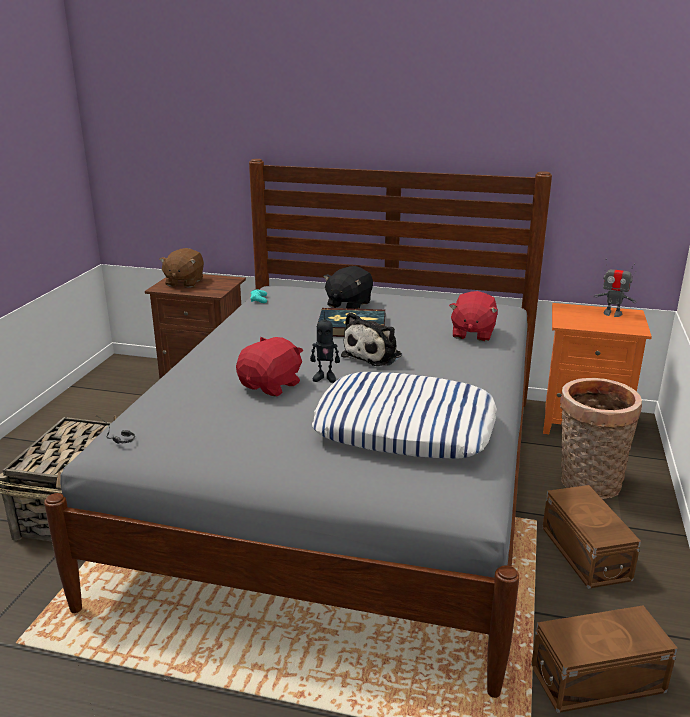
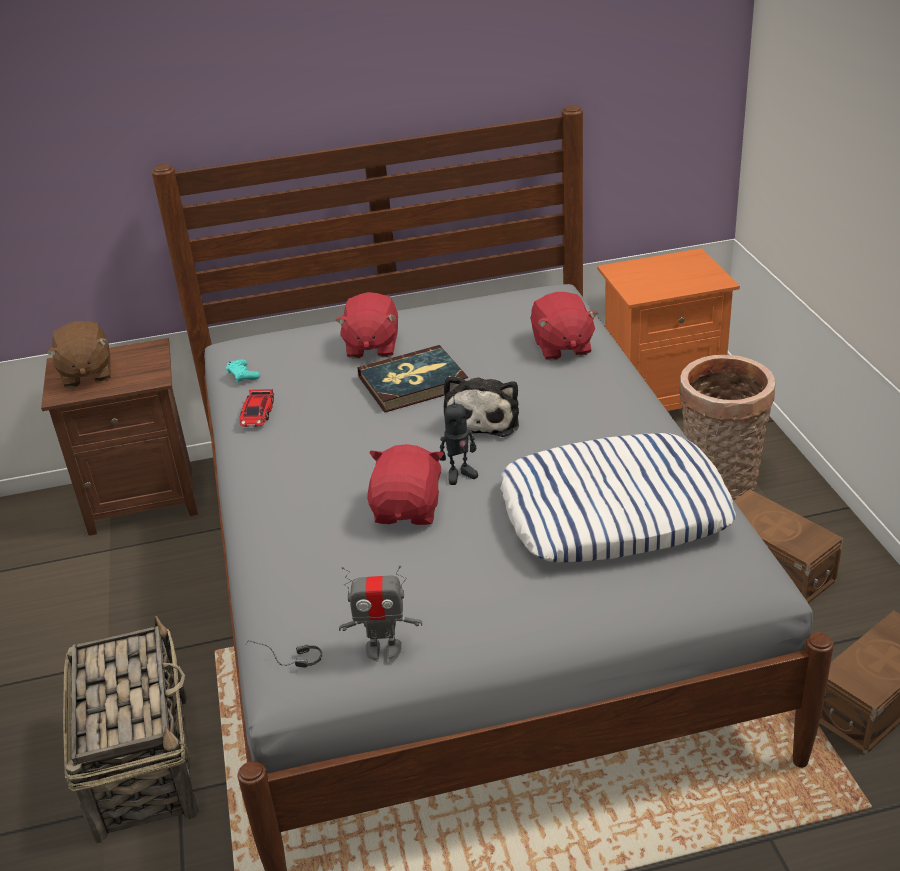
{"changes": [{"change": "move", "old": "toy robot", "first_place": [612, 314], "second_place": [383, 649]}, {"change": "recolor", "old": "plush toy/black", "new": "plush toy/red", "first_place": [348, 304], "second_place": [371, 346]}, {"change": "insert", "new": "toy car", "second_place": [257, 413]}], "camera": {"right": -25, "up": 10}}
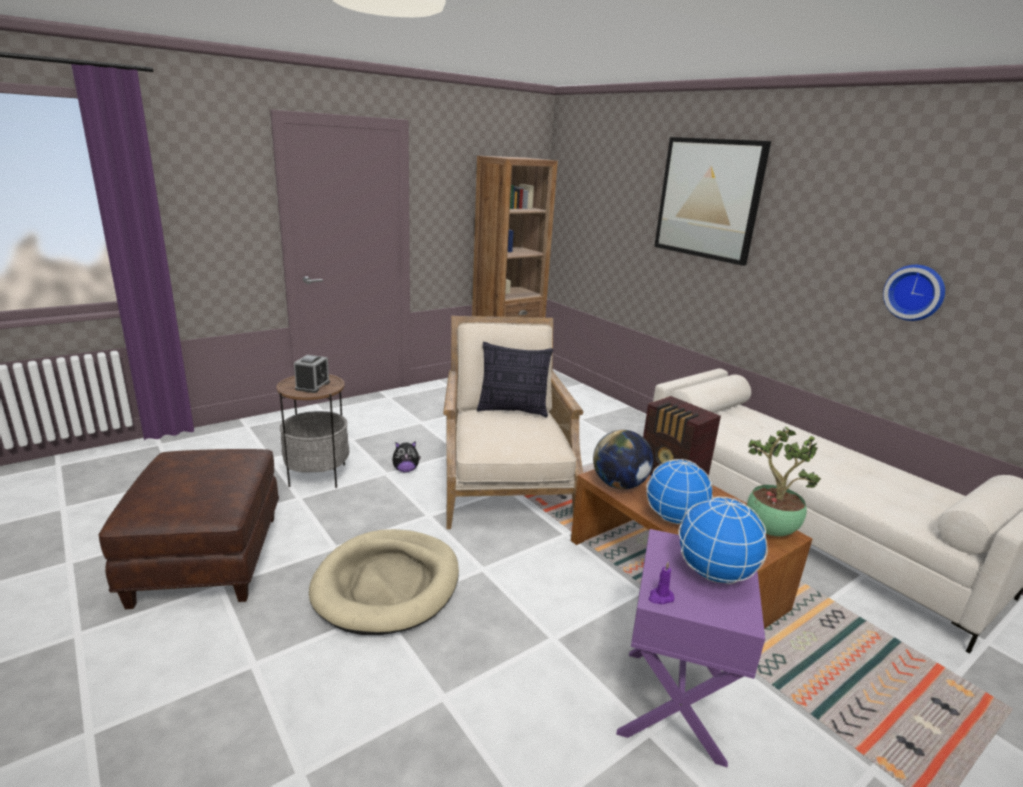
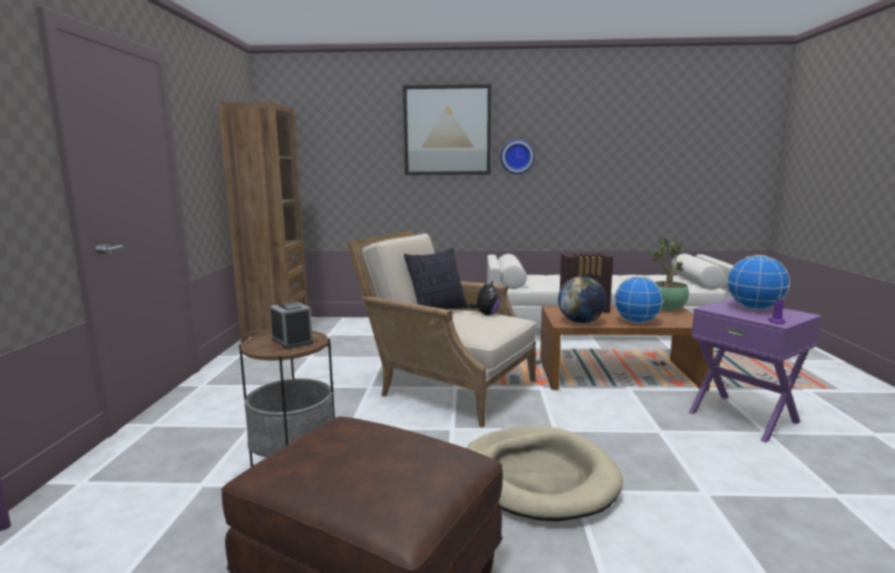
{"changes": [{"change": "move", "old": "wall clock", "first_place": [915, 292], "second_place": [517, 157]}, {"change": "move", "old": "plush toy", "first_place": [406, 470], "second_place": [486, 314]}], "camera": {"right": -50, "up": -10}}
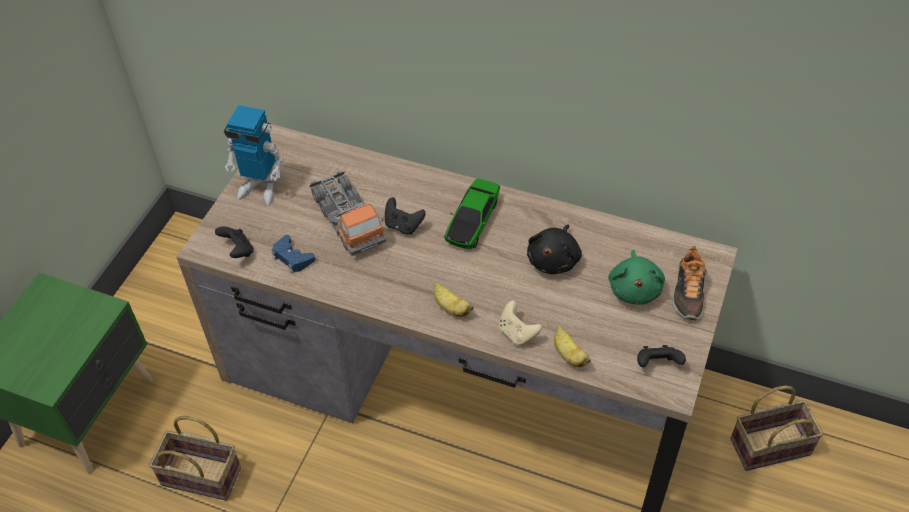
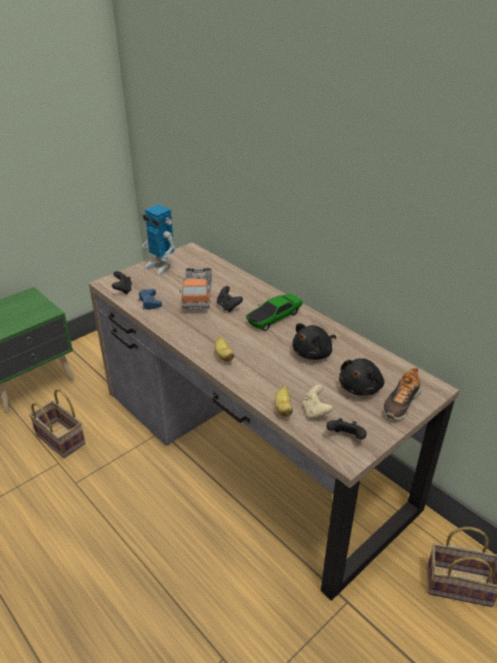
{"changes": [{"change": "recolor", "old": "plush toy/green", "new": "plush toy/black", "first_place": [635, 288], "second_place": [361, 387]}, {"change": "move", "old": "game controller/beige", "first_place": [517, 333], "second_place": [315, 411]}], "camera": {"right": 25, "up": -15}}
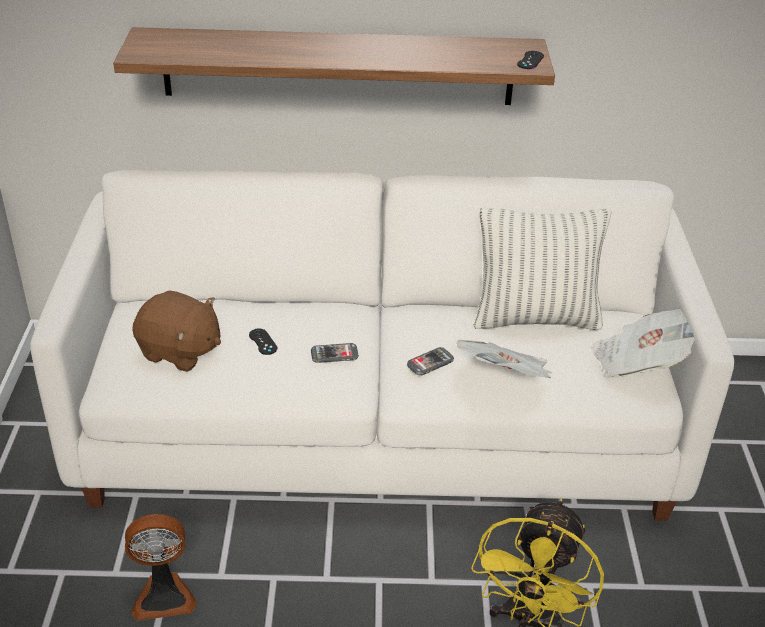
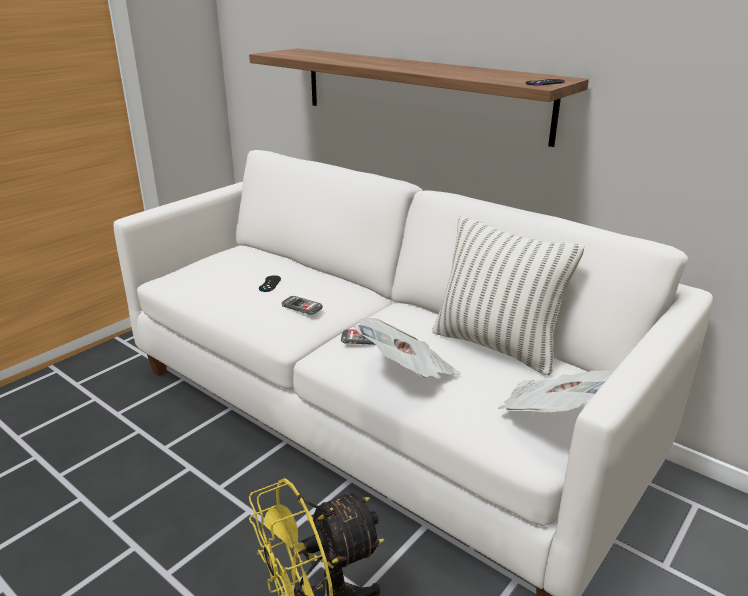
{"changes": [{"change": "delete", "old": "plush toy/brown", "first_place": [180, 351]}, {"change": "delete", "old": "fan", "first_place": [164, 595]}], "camera": {"right": 40, "up": -10}}
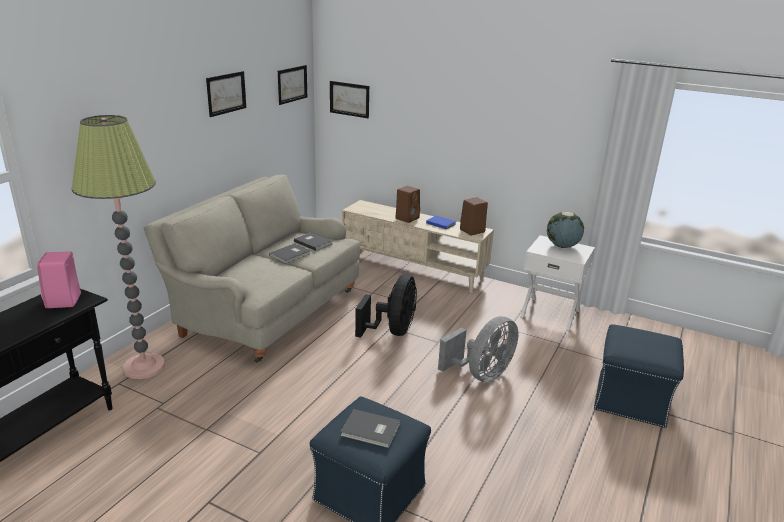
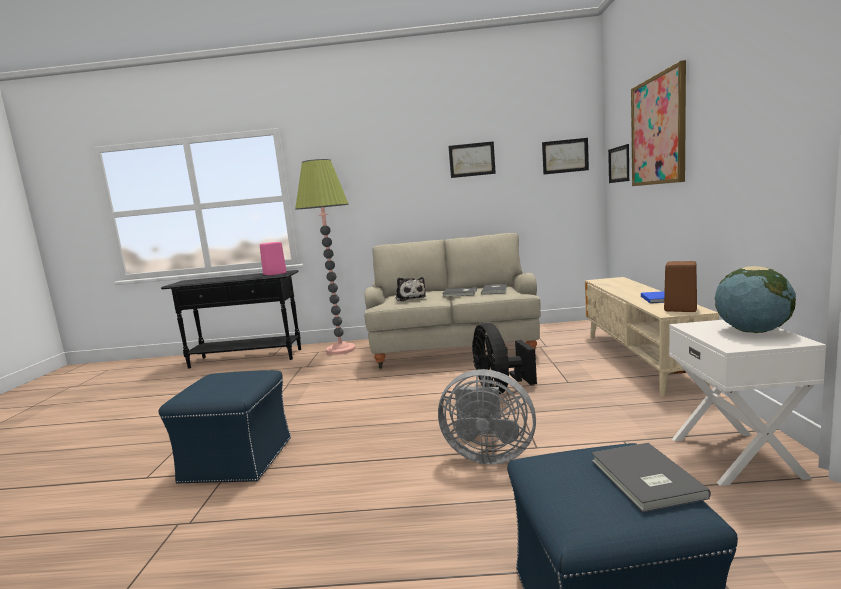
{"changes": [{"change": "delete", "old": "speaker/brown", "first_place": [407, 218]}, {"change": "rotate", "old": "fan/black", "first_place": [392, 331], "second_place": [500, 390], "degrees": 90}, {"change": "move", "old": "book/grey", "first_place": [371, 431], "second_place": [644, 479]}, {"change": "insert", "new": "picture", "second_place": [658, 131]}, {"change": "insert", "new": "plush toy", "second_place": [410, 298]}], "camera": {"right": 65, "up": -15}}
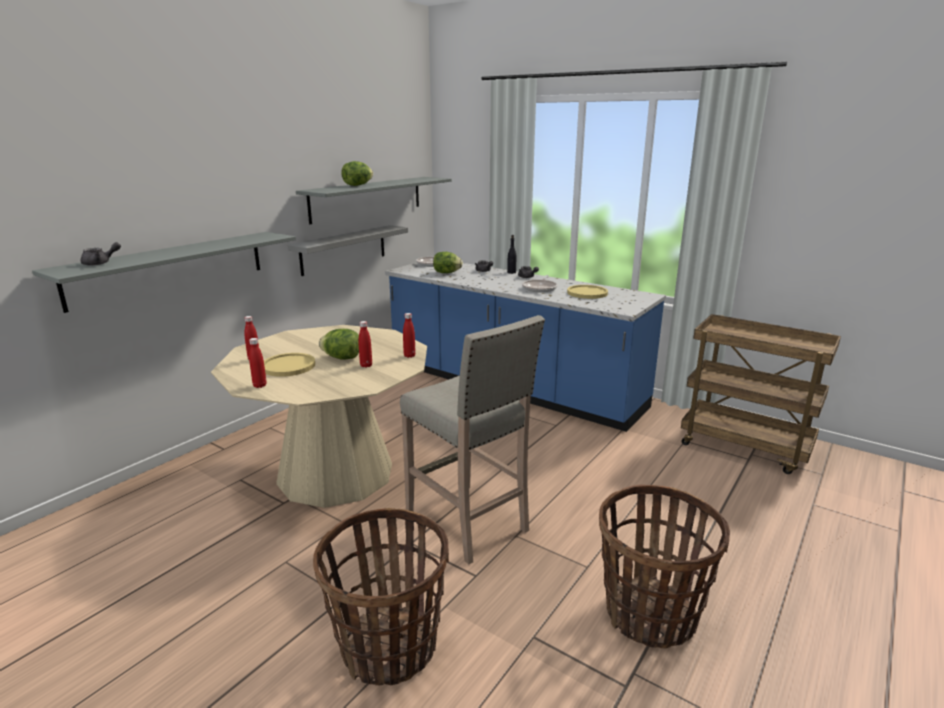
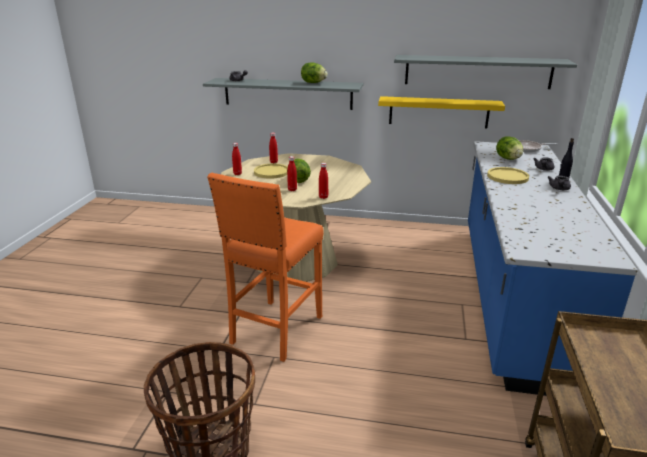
{"changes": [{"change": "move", "old": "lettuce", "first_place": [357, 185], "second_place": [313, 83]}, {"change": "recolor", "old": "shelf/grey", "new": "shelf/yellow", "first_place": [344, 249], "second_place": [438, 112]}, {"change": "delete", "old": "frying pan", "first_place": [540, 288]}, {"change": "move", "old": "plate/yellow", "first_place": [587, 293], "second_place": [507, 177]}, {"change": "recolor", "old": "stool/beige", "new": "stool/orange", "first_place": [468, 523], "second_place": [275, 330]}, {"change": "delete", "old": "basket", "first_place": [389, 648]}], "camera": {"right": 65, "up": 5}}
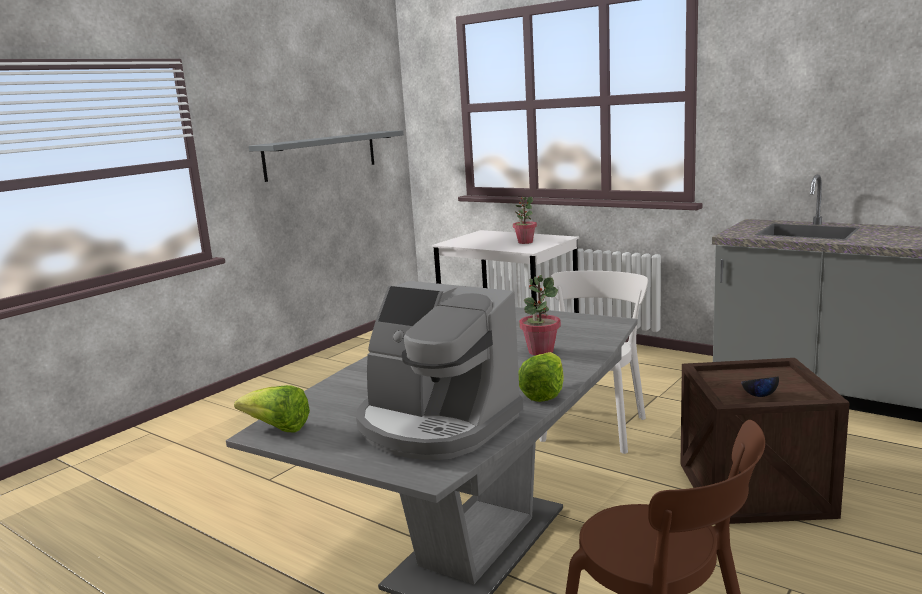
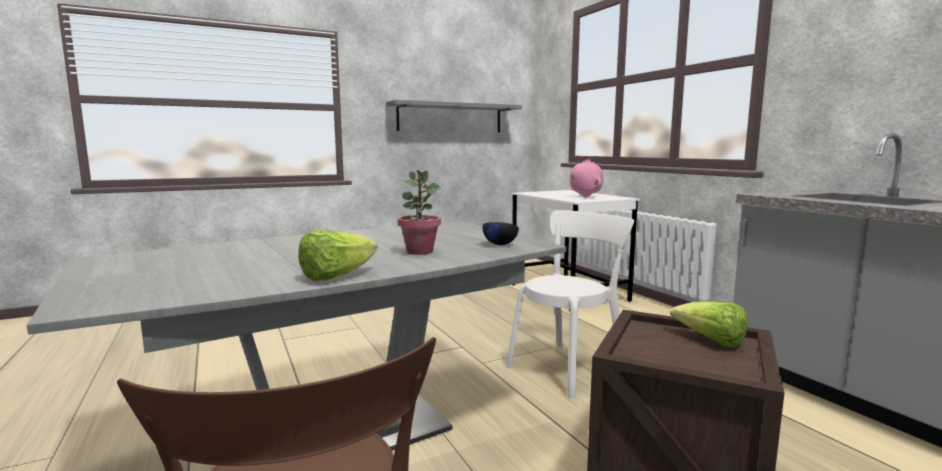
{"changes": [{"change": "replace", "old": "potted plant", "new": "vase/pink", "first_place": [525, 242], "second_place": [585, 197]}, {"change": "delete", "old": "coffee machine", "first_place": [435, 425]}, {"change": "move", "old": "bowl/black", "first_place": [759, 395], "second_place": [500, 245]}, {"change": "move", "old": "lettuce", "first_place": [278, 429], "second_place": [711, 341]}], "camera": {"right": 25, "up": -5}}
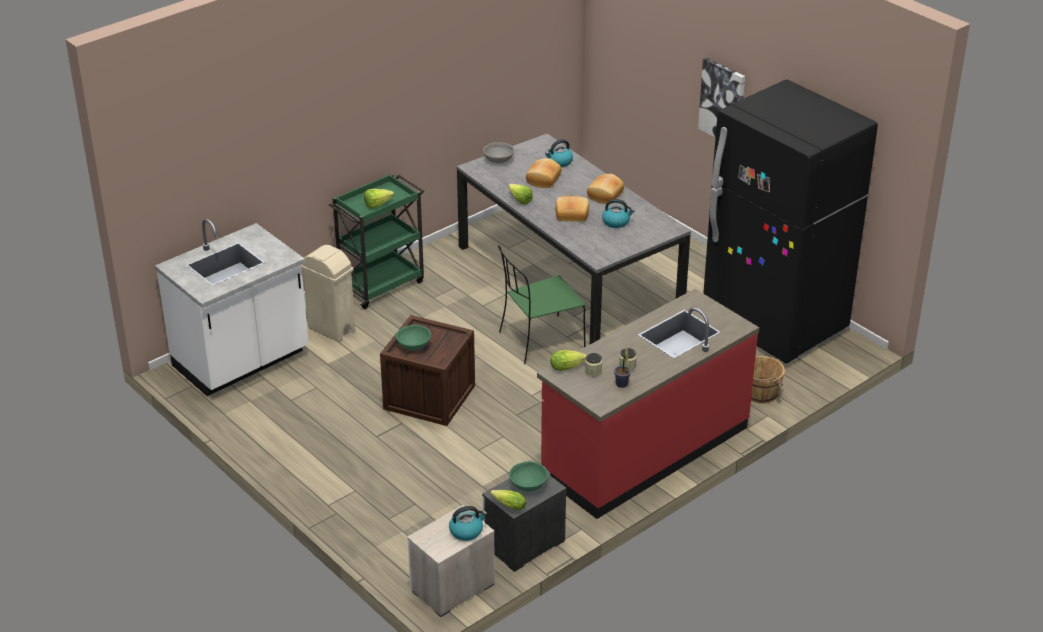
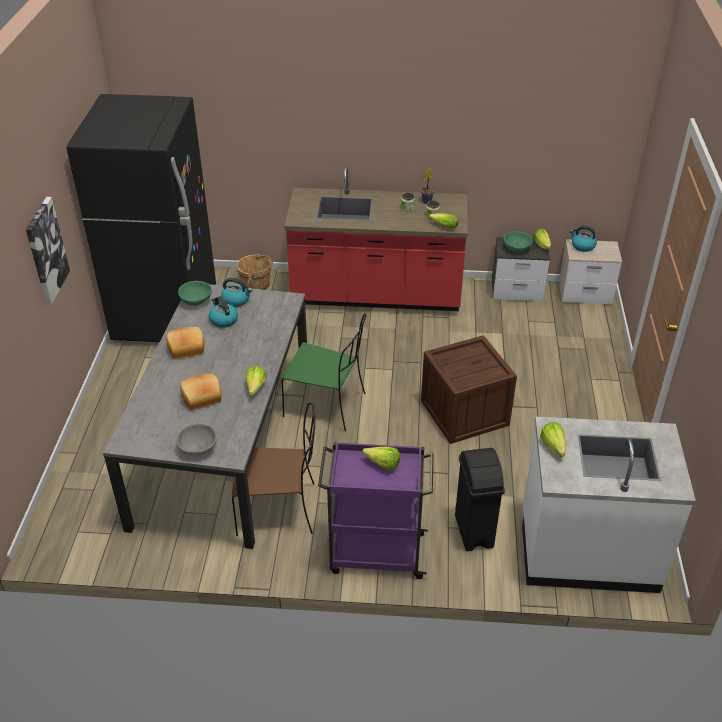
{"changes": [{"change": "move", "old": "kettle", "first_place": [559, 162], "second_place": [236, 300]}, {"change": "recolor", "old": "cart/green", "new": "cart/purple", "first_place": [381, 284], "second_place": [375, 553]}, {"change": "delete", "old": "bread", "first_place": [572, 214]}, {"change": "recolor", "old": "trash can/beige", "new": "trash can/black", "first_place": [331, 329], "second_place": [473, 532]}, {"change": "move", "old": "bowl/green", "first_place": [413, 345], "second_place": [196, 301]}, {"change": "insert", "new": "chair/brown", "second_place": [279, 509]}, {"change": "insert", "new": "lettuce", "second_place": [553, 449]}], "camera": {"right": -135, "up": 5}}
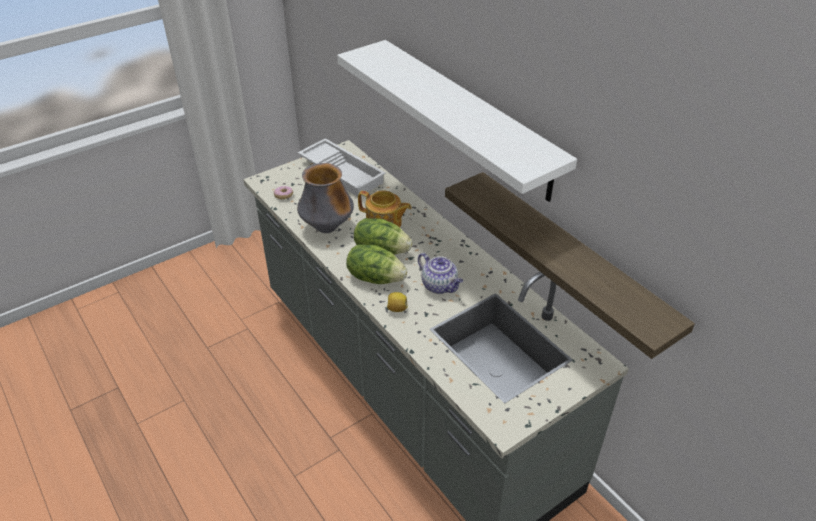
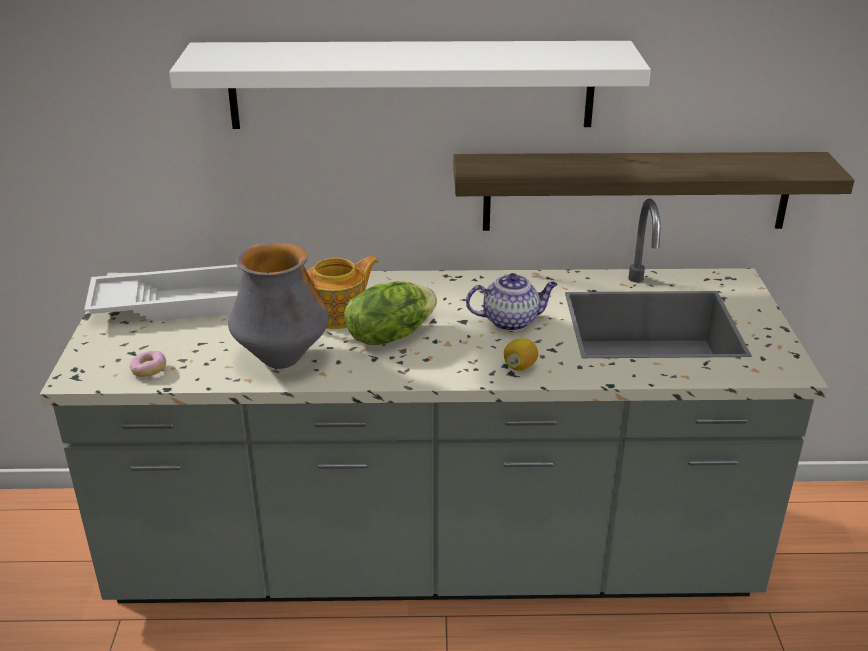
{"changes": [{"change": "delete", "old": "lettuce", "first_place": [375, 277]}], "camera": {"right": -55, "up": -10}}
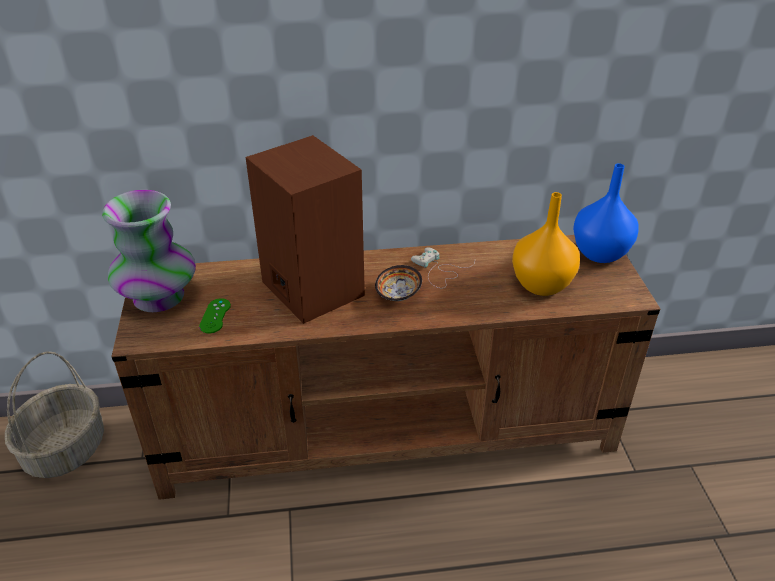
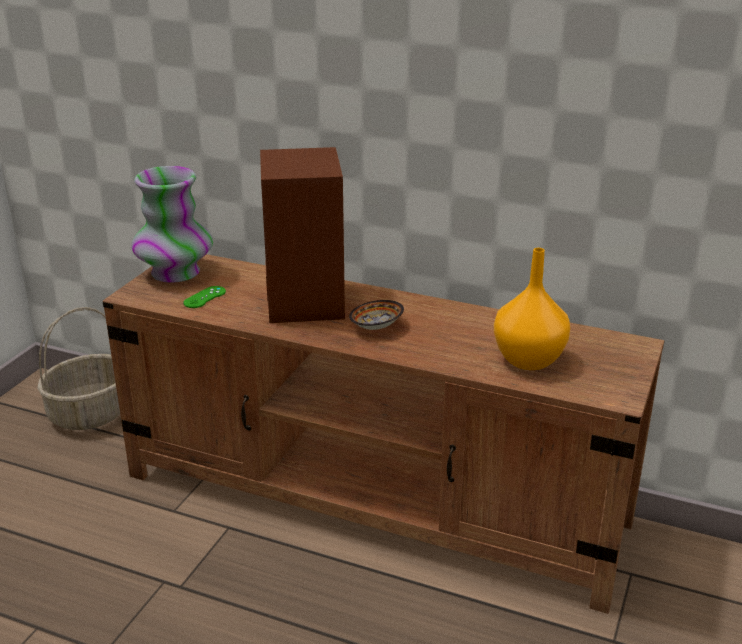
{"changes": [{"change": "delete", "old": "vase/blue", "first_place": [600, 254]}, {"change": "delete", "old": "game controller/white", "first_place": [439, 270]}], "camera": {"right": 30, "up": -10}}
